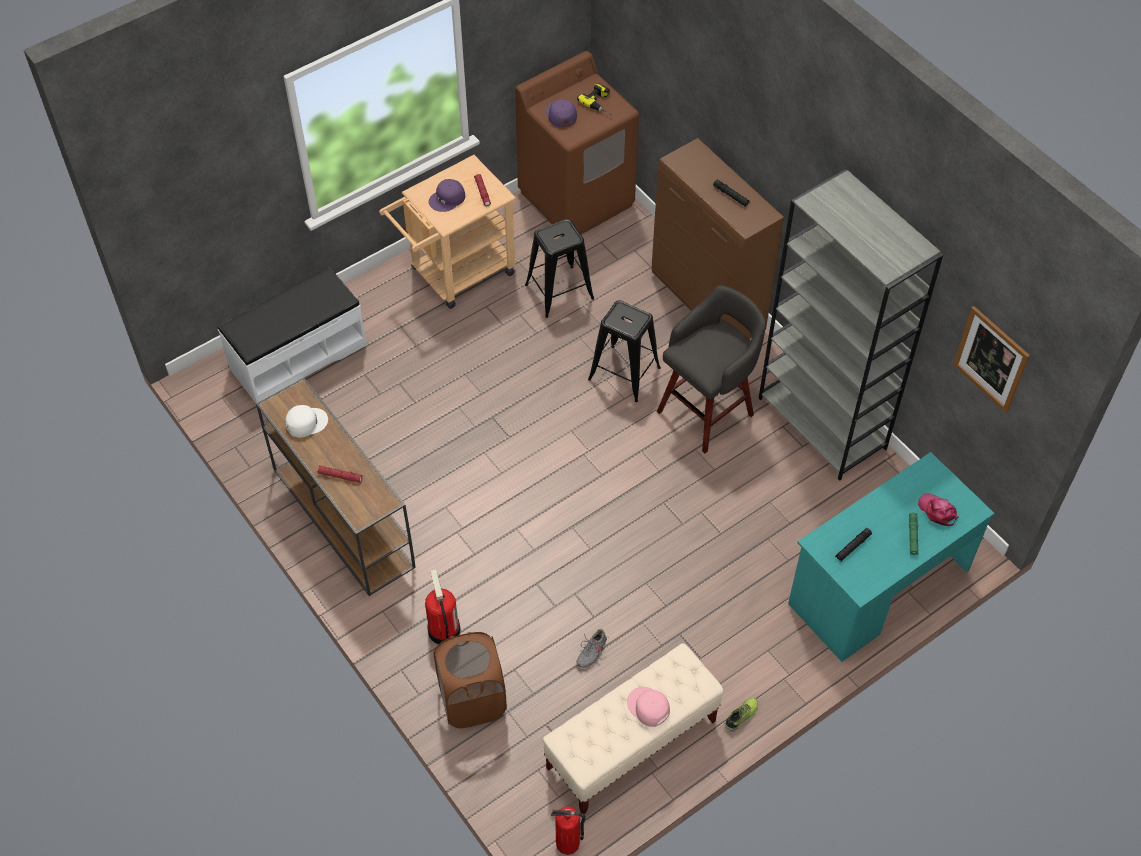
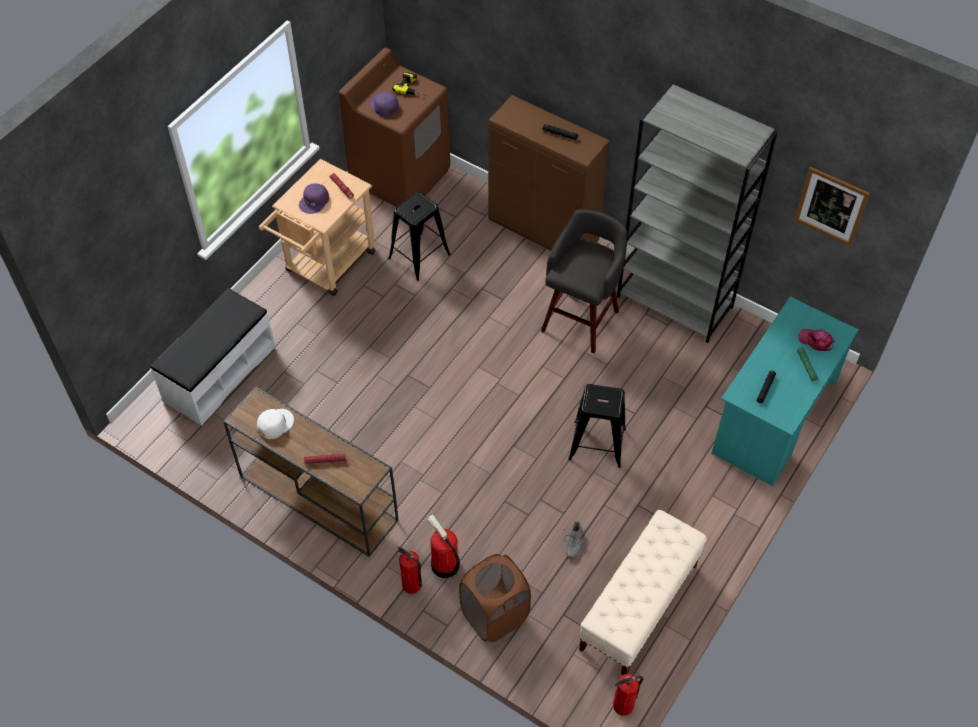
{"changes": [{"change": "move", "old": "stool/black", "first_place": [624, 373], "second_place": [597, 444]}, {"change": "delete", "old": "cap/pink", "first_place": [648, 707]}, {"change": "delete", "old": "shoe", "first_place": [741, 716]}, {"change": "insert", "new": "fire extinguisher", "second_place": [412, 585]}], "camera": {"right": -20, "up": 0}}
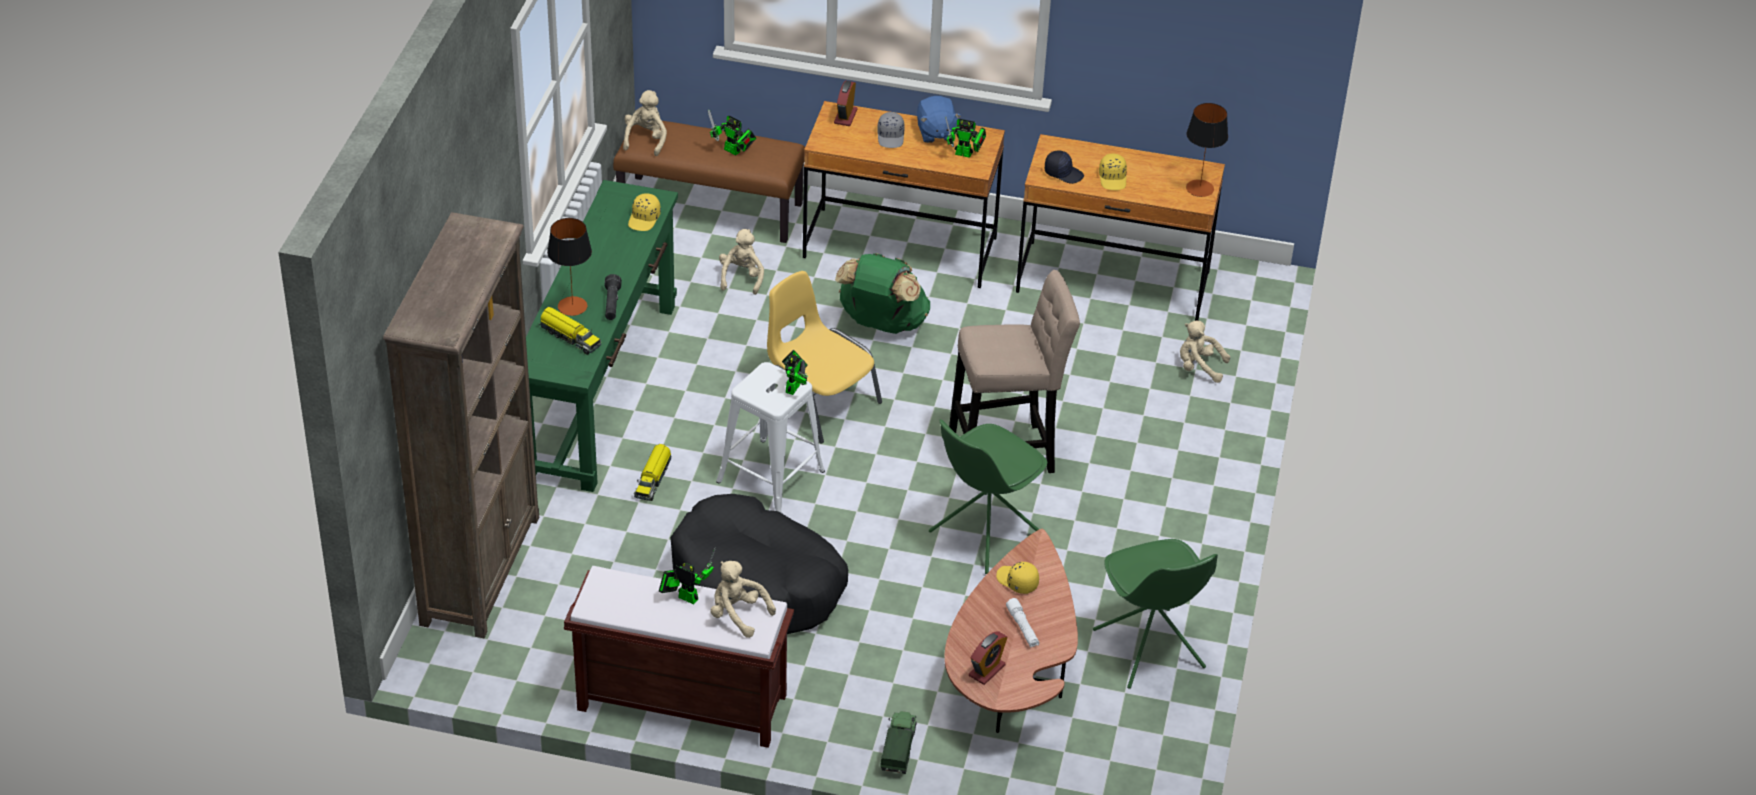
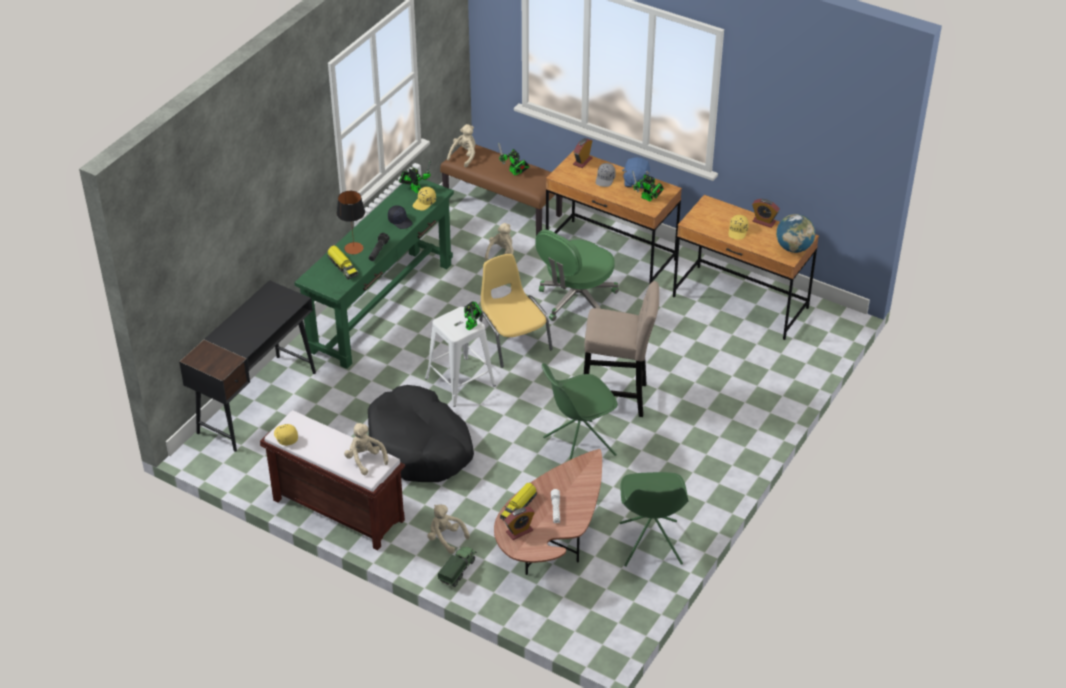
{"changes": [{"change": "replace", "old": "table lamp", "new": "globe", "first_place": [1200, 188], "second_place": [793, 248]}, {"change": "move", "old": "cap/black", "first_place": [1063, 173], "second_place": [400, 221]}, {"change": "replace", "old": "bookcase/brown", "new": "desk/black", "first_place": [481, 569], "second_place": [257, 401]}, {"change": "replace", "old": "backpack/green", "new": "office chair/green", "first_place": [882, 324], "second_place": [576, 300]}, {"change": "move", "old": "plush toy/beige", "first_place": [1199, 367], "second_place": [445, 538]}, {"change": "move", "old": "toy truck", "first_place": [653, 478], "second_place": [519, 507]}, {"change": "move", "old": "toy robot", "first_place": [685, 597], "second_place": [414, 189]}, {"change": "move", "old": "cap/yellow", "first_place": [1017, 581], "second_place": [285, 437]}, {"change": "insert", "new": "alarm clock", "second_place": [764, 222]}], "camera": {"right": 20, "up": 0}}
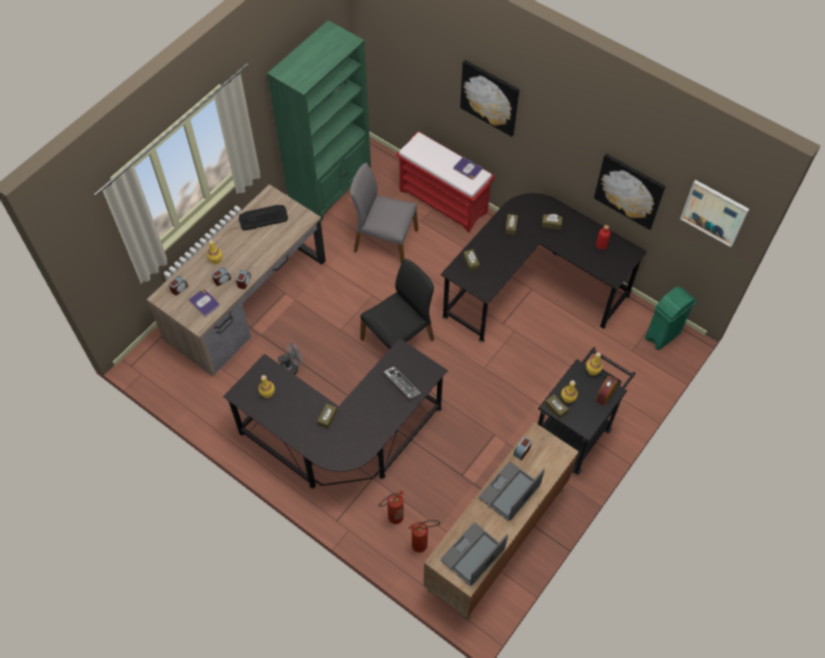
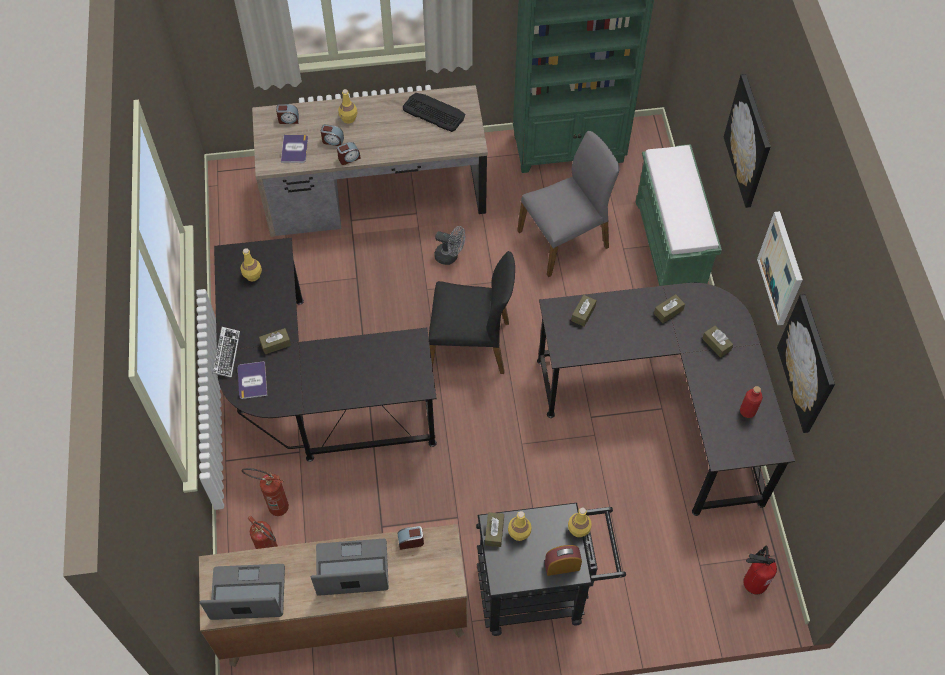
{"changes": [{"change": "recolor", "old": "bench/red", "new": "bench/green", "first_place": [444, 201], "second_place": [670, 247]}, {"change": "move", "old": "book", "first_place": [467, 169], "second_place": [252, 380]}, {"change": "rotate", "old": "chair/grey", "first_place": [385, 241], "second_place": [564, 239], "degrees": 90}, {"change": "move", "old": "picture", "first_place": [714, 212], "second_place": [781, 268]}, {"change": "replace", "old": "trash can/green", "new": "fire extinguisher", "first_place": [661, 336], "second_place": [752, 580]}, {"change": "move", "old": "fan/grey", "first_place": [291, 368], "second_place": [450, 256]}, {"change": "move", "old": "keyboard", "first_place": [401, 384], "second_place": [226, 354]}], "camera": {"right": 45, "up": 0}}
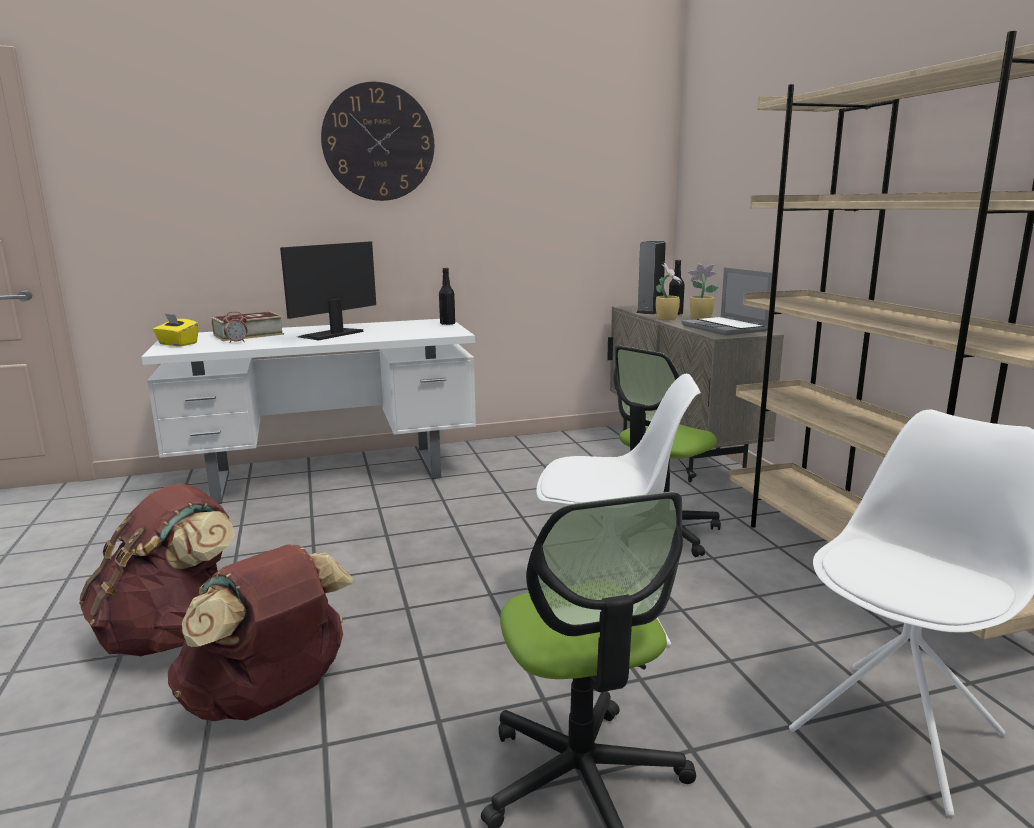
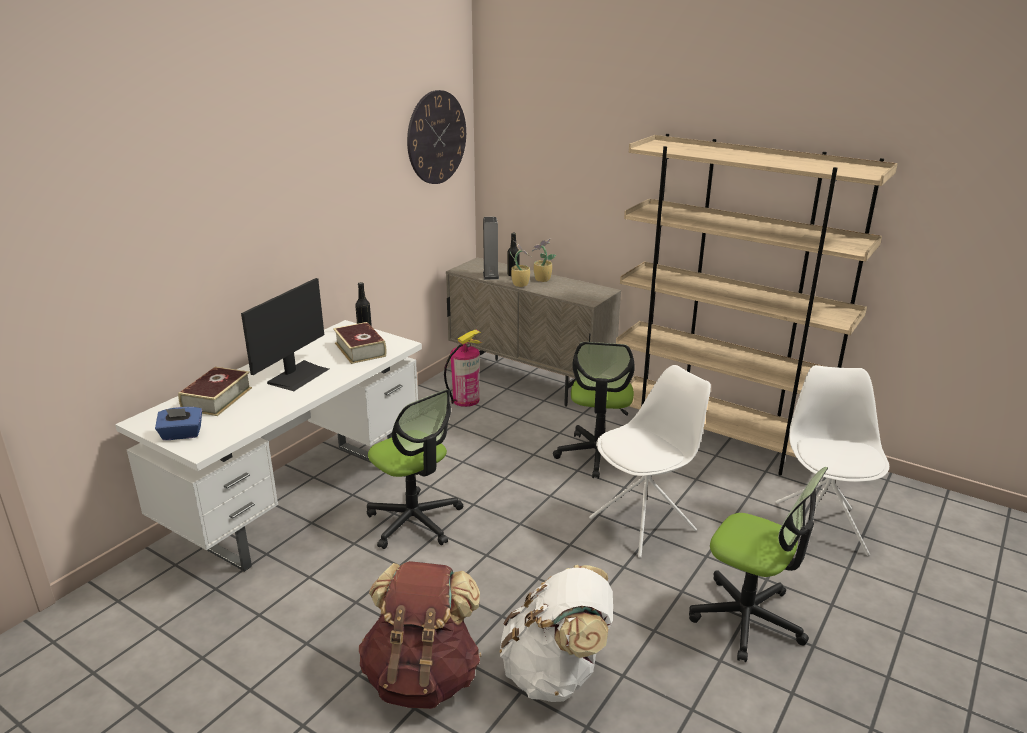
{"changes": [{"change": "move", "old": "wall clock", "first_place": [378, 142], "second_place": [436, 137]}, {"change": "rotate", "old": "monitor", "first_place": [331, 334], "second_place": [298, 375], "degrees": -150}, {"change": "delete", "old": "laptop", "first_place": [725, 328]}, {"change": "delete", "old": "alarm clock", "first_place": [237, 342]}, {"change": "recolor", "old": "tissue box/yellow", "new": "tissue box/blue", "first_place": [177, 344], "second_place": [181, 434]}, {"change": "recolor", "old": "backpack/brown", "new": "backpack/white", "first_place": [269, 699], "second_place": [556, 673]}, {"change": "insert", "new": "book", "second_place": [360, 349]}, {"change": "insert", "new": "fire extinguisher", "second_place": [465, 400]}, {"change": "insert", "new": "office chair", "second_place": [414, 521]}], "camera": {"right": -40, "up": 10}}
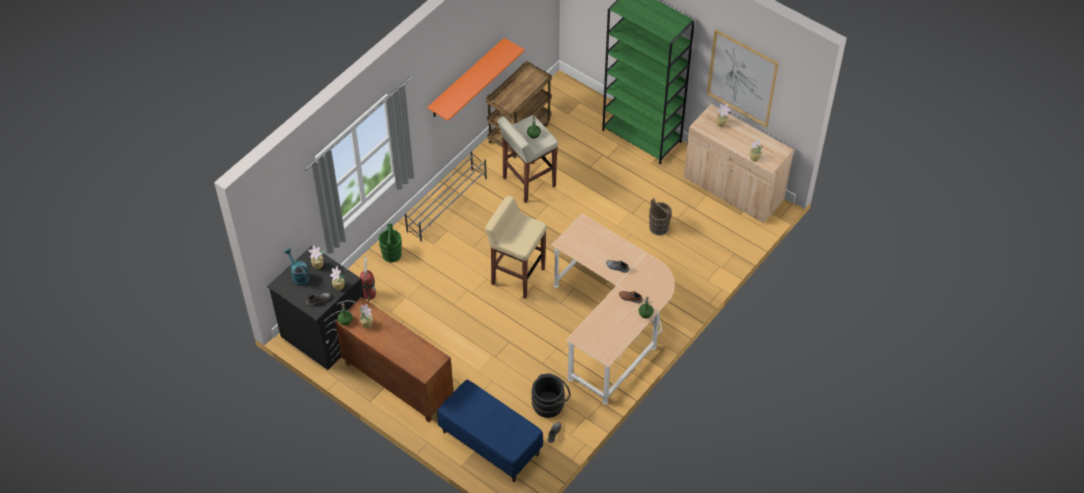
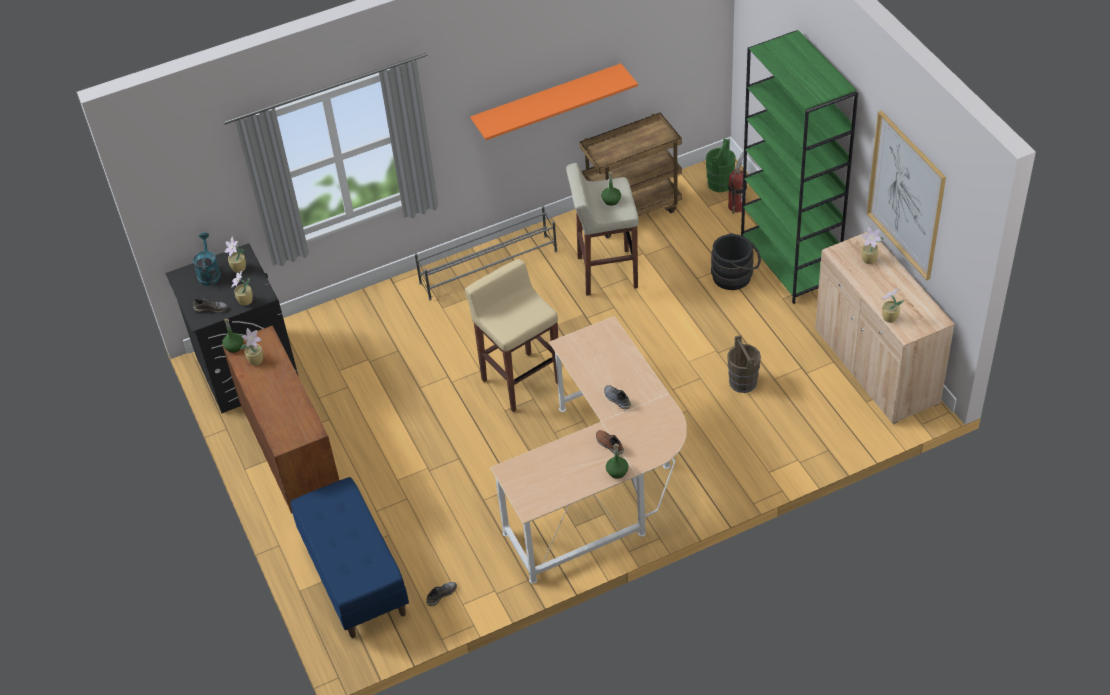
{"changes": [{"change": "move", "old": "bucket/green", "first_place": [391, 254], "second_place": [720, 183]}, {"change": "move", "old": "fire extinguisher", "first_place": [369, 294], "second_place": [736, 206]}, {"change": "move", "old": "bucket/black", "first_place": [550, 403], "second_place": [735, 276]}], "camera": {"right": 30, "up": -5}}
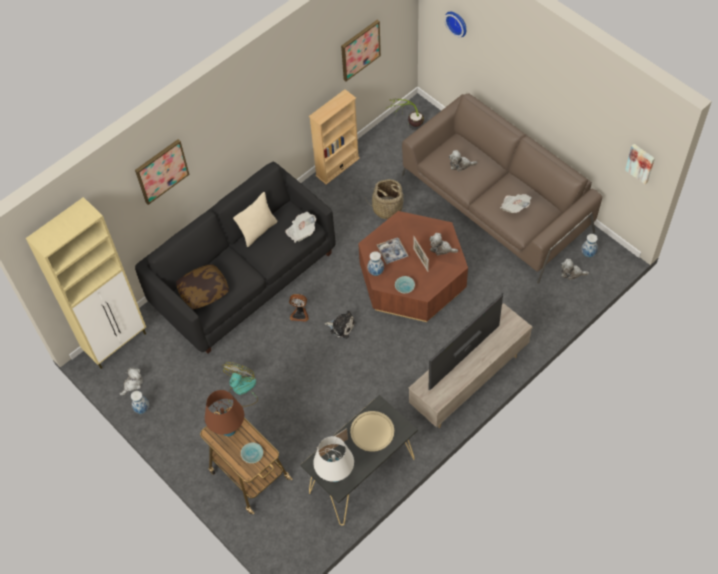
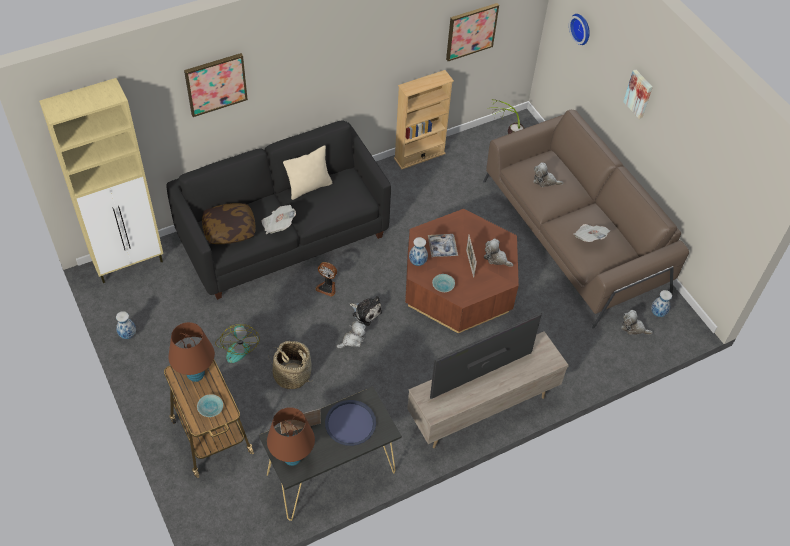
{"changes": [{"change": "move", "old": "picture", "first_place": [640, 163], "second_place": [639, 93]}, {"change": "move", "old": "basket", "first_place": [387, 208], "second_place": [292, 375]}, {"change": "move", "old": "newspaper", "first_place": [301, 232], "second_place": [278, 225]}, {"change": "rotate", "old": "fan", "first_place": [241, 390], "second_place": [237, 346], "degrees": 135}, {"change": "move", "old": "plush toy", "first_place": [132, 384], "second_place": [352, 340]}, {"change": "recolor", "old": "tray/beige", "new": "tray/blue", "first_place": [372, 431], "second_place": [350, 423]}, {"change": "recolor", "old": "table lamp/white", "new": "table lamp/brown", "first_place": [335, 475], "second_place": [292, 458]}], "camera": {"right": 10, "up": -5}}
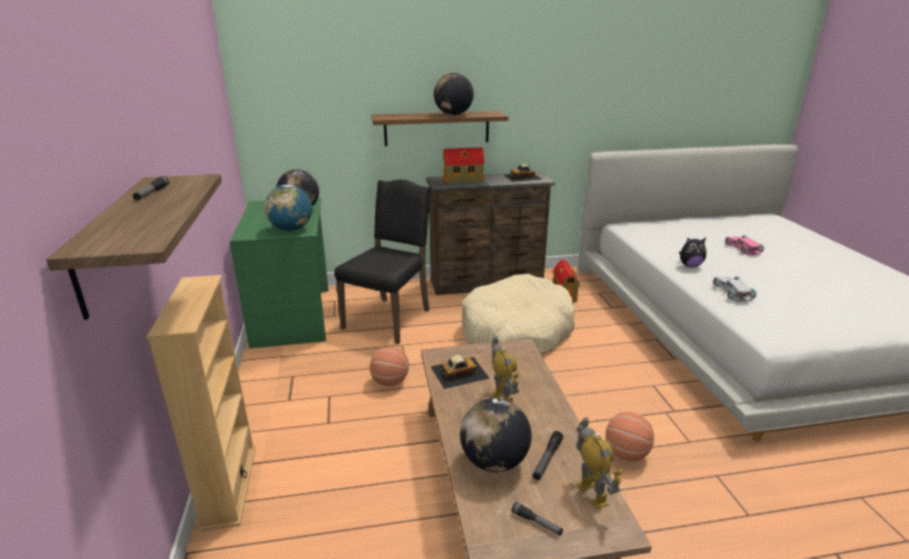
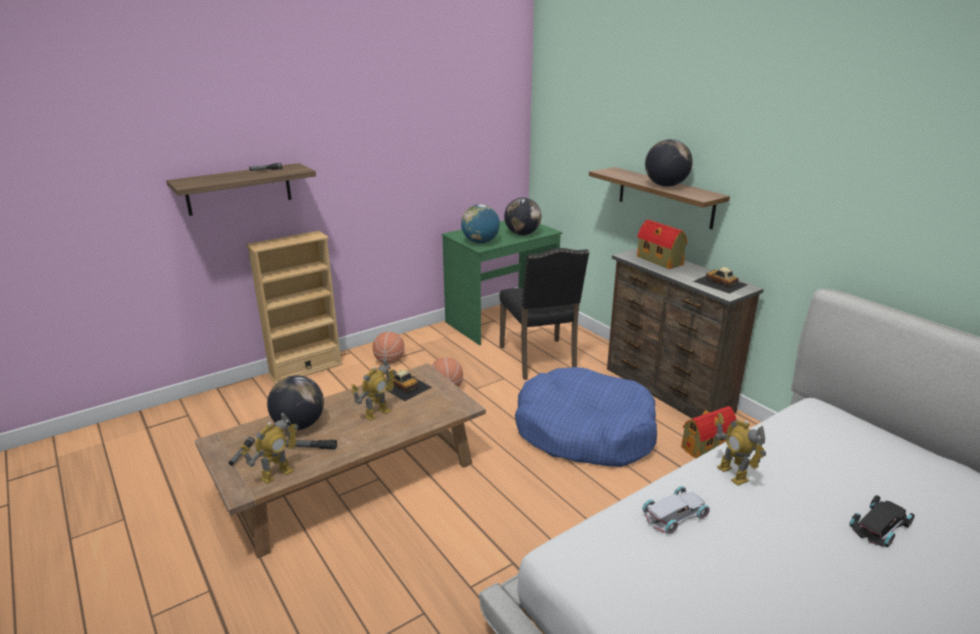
{"changes": [{"change": "rotate", "old": "chair/black", "first_place": [389, 318], "second_place": [540, 360], "degrees": 75}, {"change": "recolor", "old": "toy car/pink", "new": "toy car/black", "first_place": [743, 248], "second_place": [881, 526]}, {"change": "replace", "old": "plush toy", "new": "toy robot", "first_place": [690, 265], "second_place": [732, 474]}, {"change": "recolor", "old": "dog bed/beige", "new": "dog bed/blue", "first_place": [516, 331], "second_place": [584, 431]}, {"change": "move", "old": "basketball", "first_place": [626, 453], "second_place": [389, 361]}], "camera": {"right": 65, "up": 0}}
